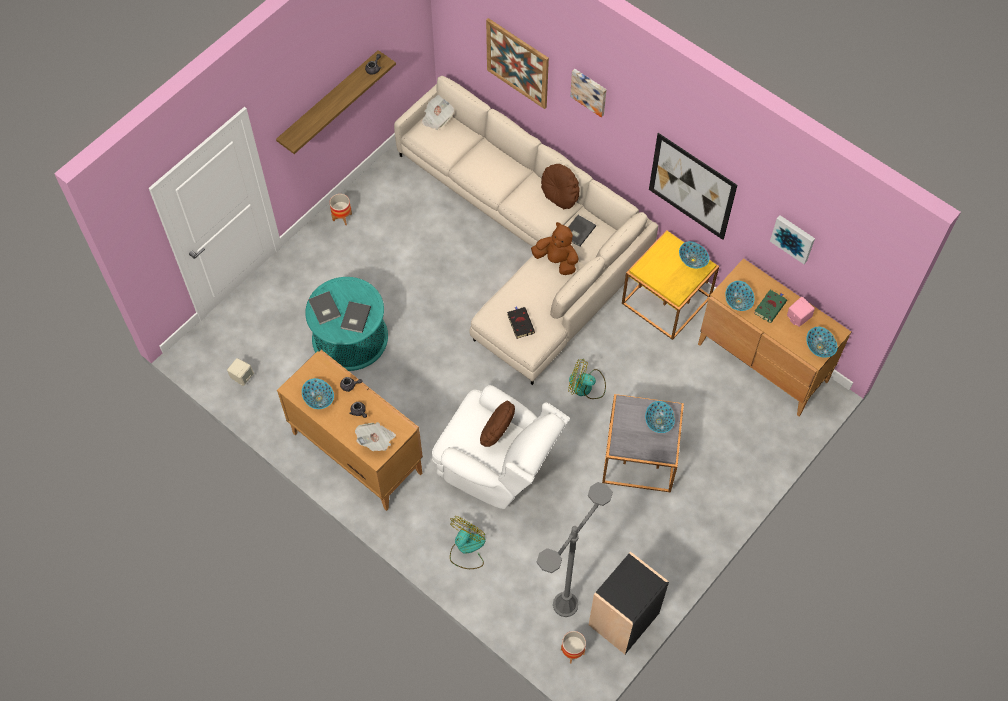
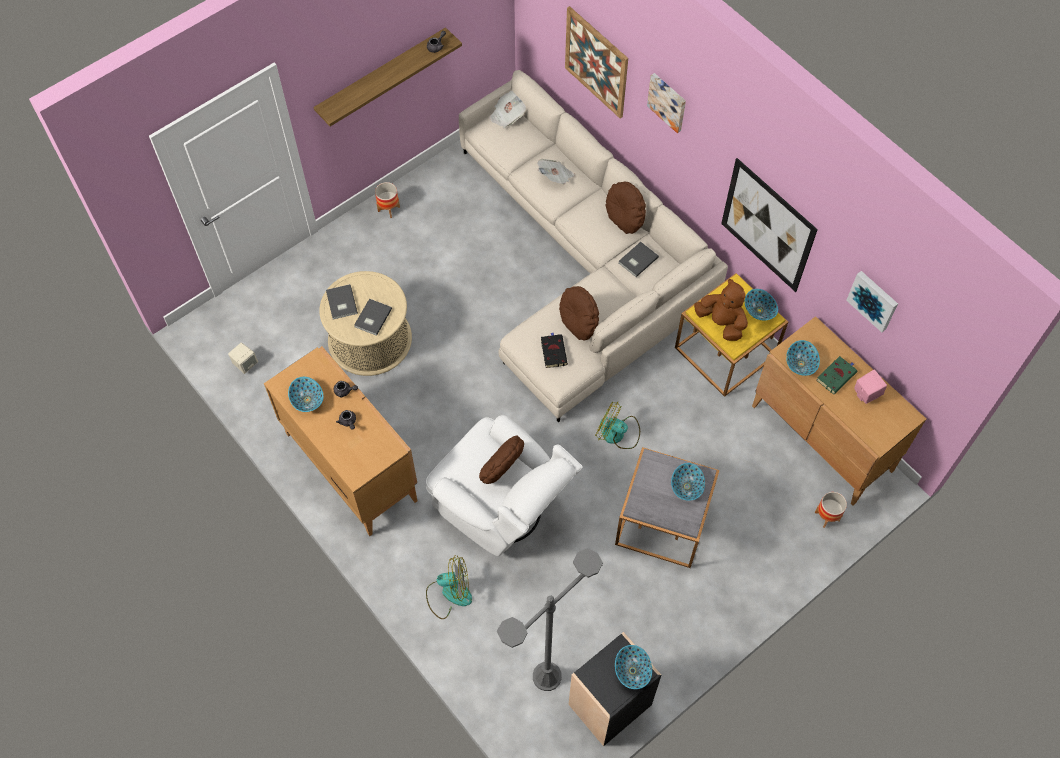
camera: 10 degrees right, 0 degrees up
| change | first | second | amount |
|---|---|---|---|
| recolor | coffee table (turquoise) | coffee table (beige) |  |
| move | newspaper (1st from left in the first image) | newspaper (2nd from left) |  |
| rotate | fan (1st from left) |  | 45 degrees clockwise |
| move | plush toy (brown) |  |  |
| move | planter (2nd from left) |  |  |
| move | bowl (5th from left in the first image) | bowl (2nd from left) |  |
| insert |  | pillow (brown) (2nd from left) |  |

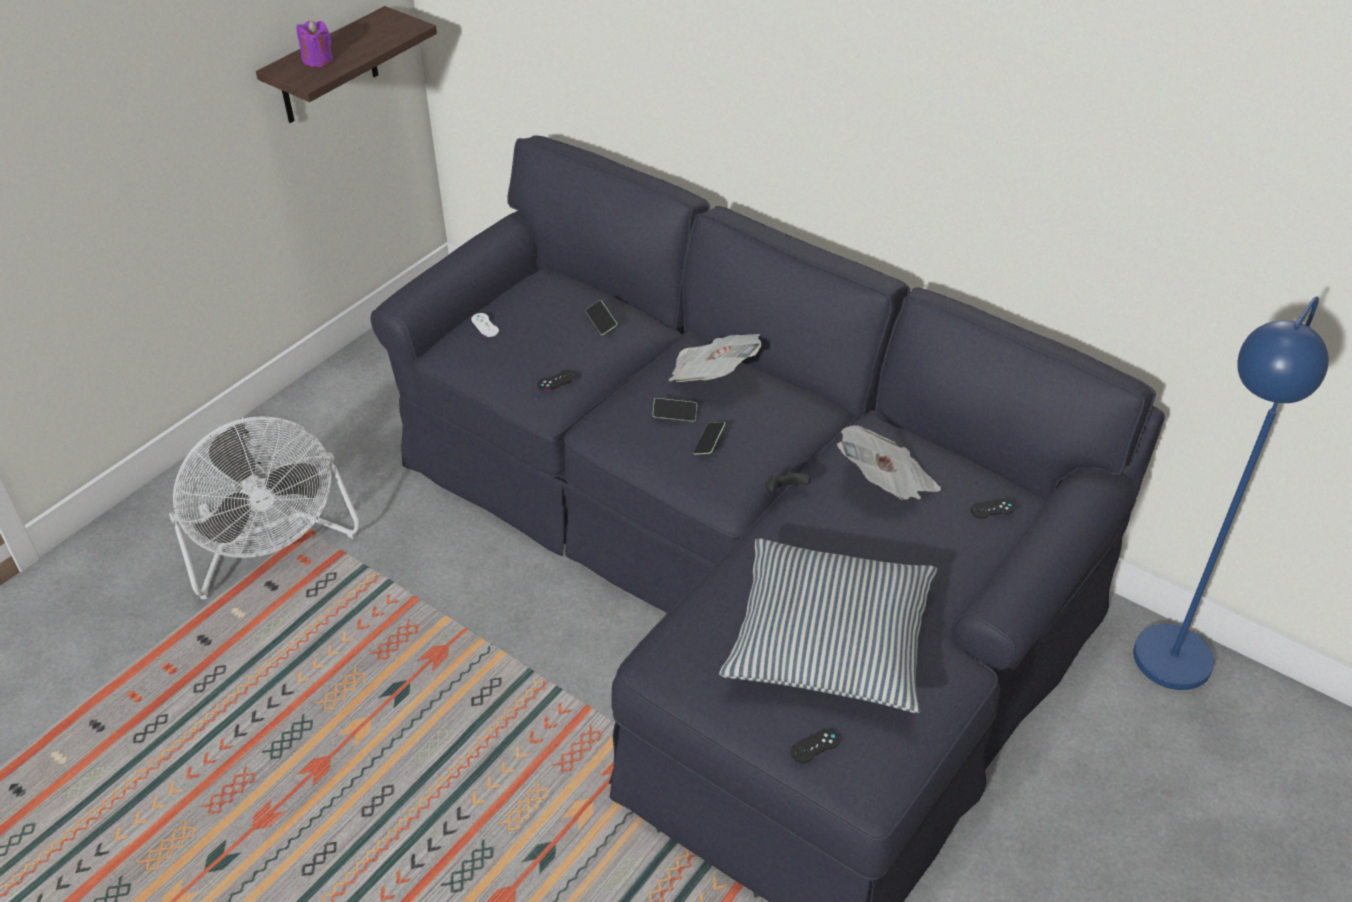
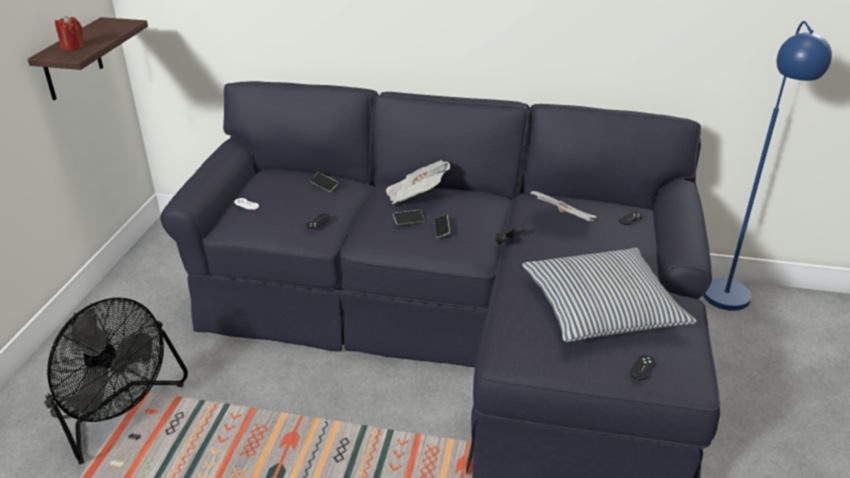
camera: 25 degrees left, 10 degrees down
| change | first | second | amount |
|---|---|---|---|
| recolor | fan (white) | fan (black) |  |
| recolor | candle (purple) | candle (red) |  |

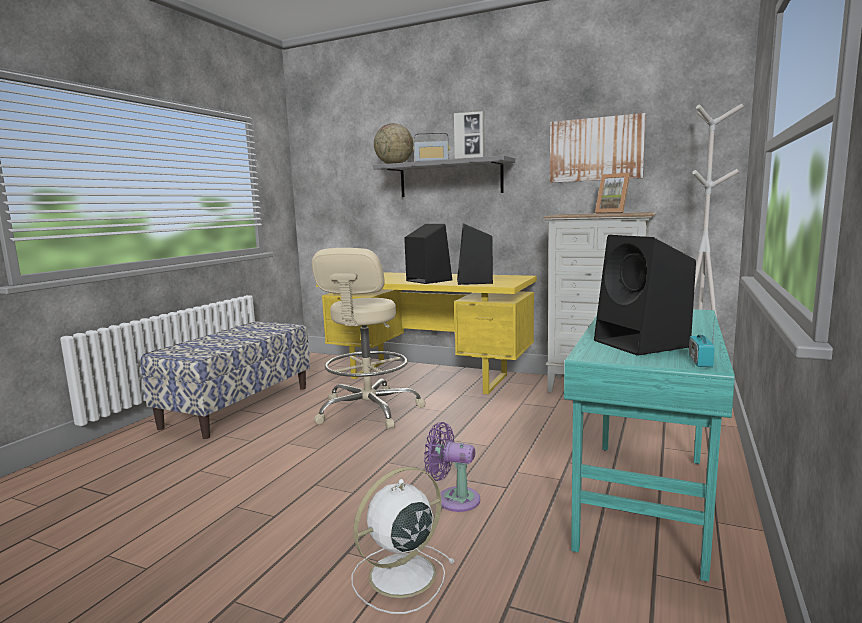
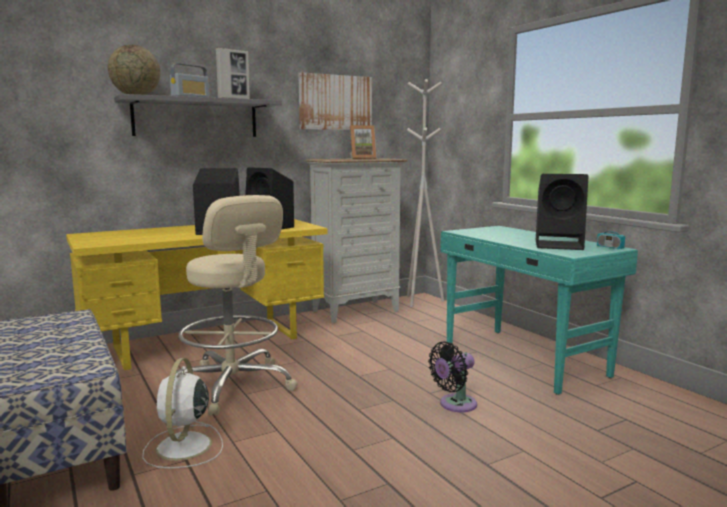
camera: 55 degrees left, 0 degrees up
| change | first | second | amount |
|---|---|---|---|
| move | fan (white) |  |  |
| recolor | fan (purple) | fan (black) |  |

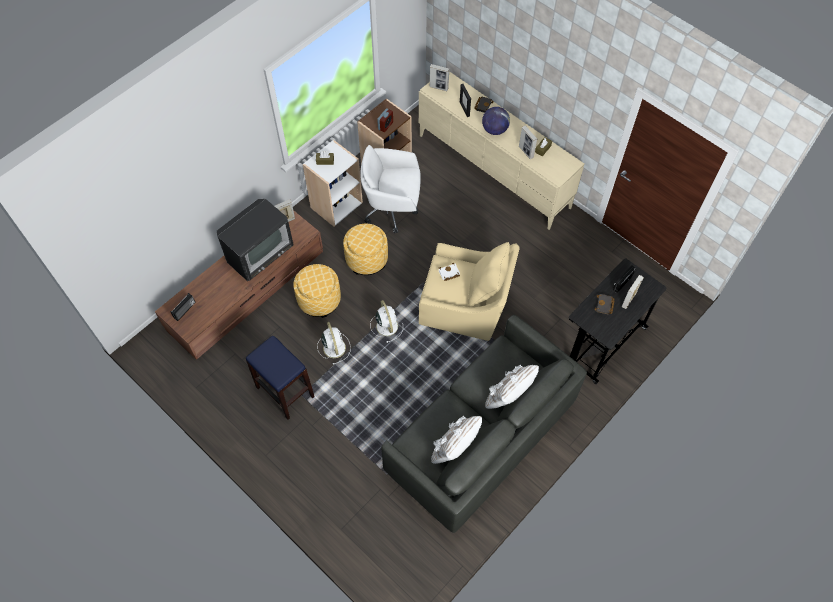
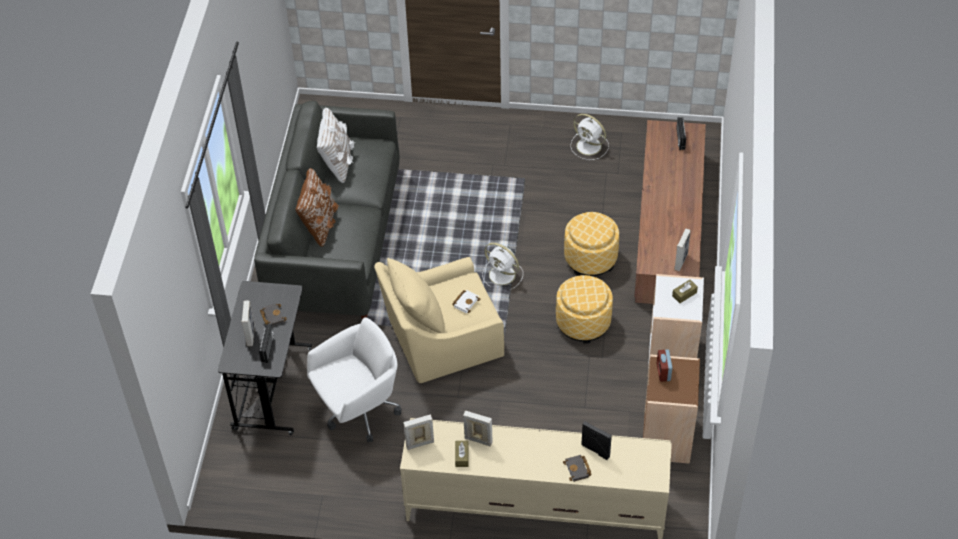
camera: 145 degrees right, 10 degrees down
| change | first | second | amount |
|---|---|---|---|
| delete | television |  |  |
| delete | stool |  |  |
| move | fan (white) (1st from left in the first image) | fan (white) (2nd from left) |  |
| move | office chair (white) |  |  |
| move | picture frame (2nd from left) |  |  |
| delete | globe |  |  |
| recolor | pillow (white) (2nd from left) | pillow (brown) |  |

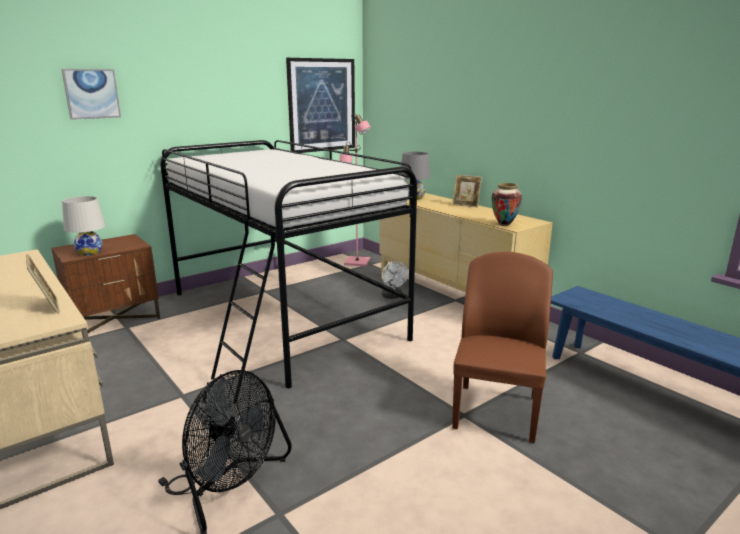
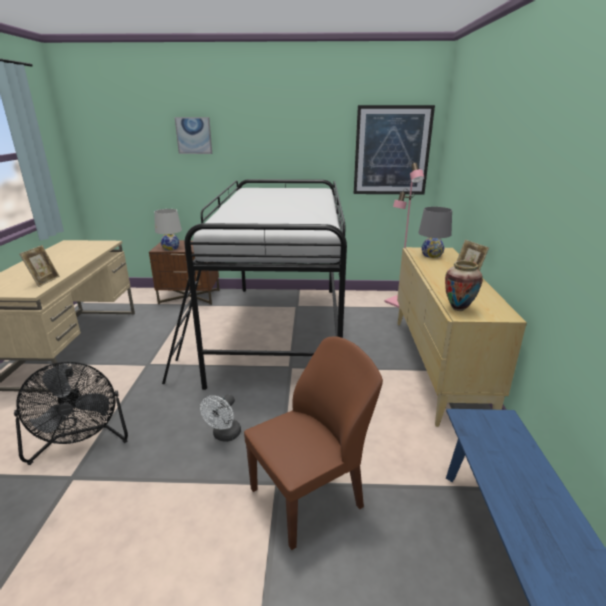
camera: 40 degrees right, 5 degrees up
| change | first | second | amount |
|---|---|---|---|
| move | fan (white) |  |  |

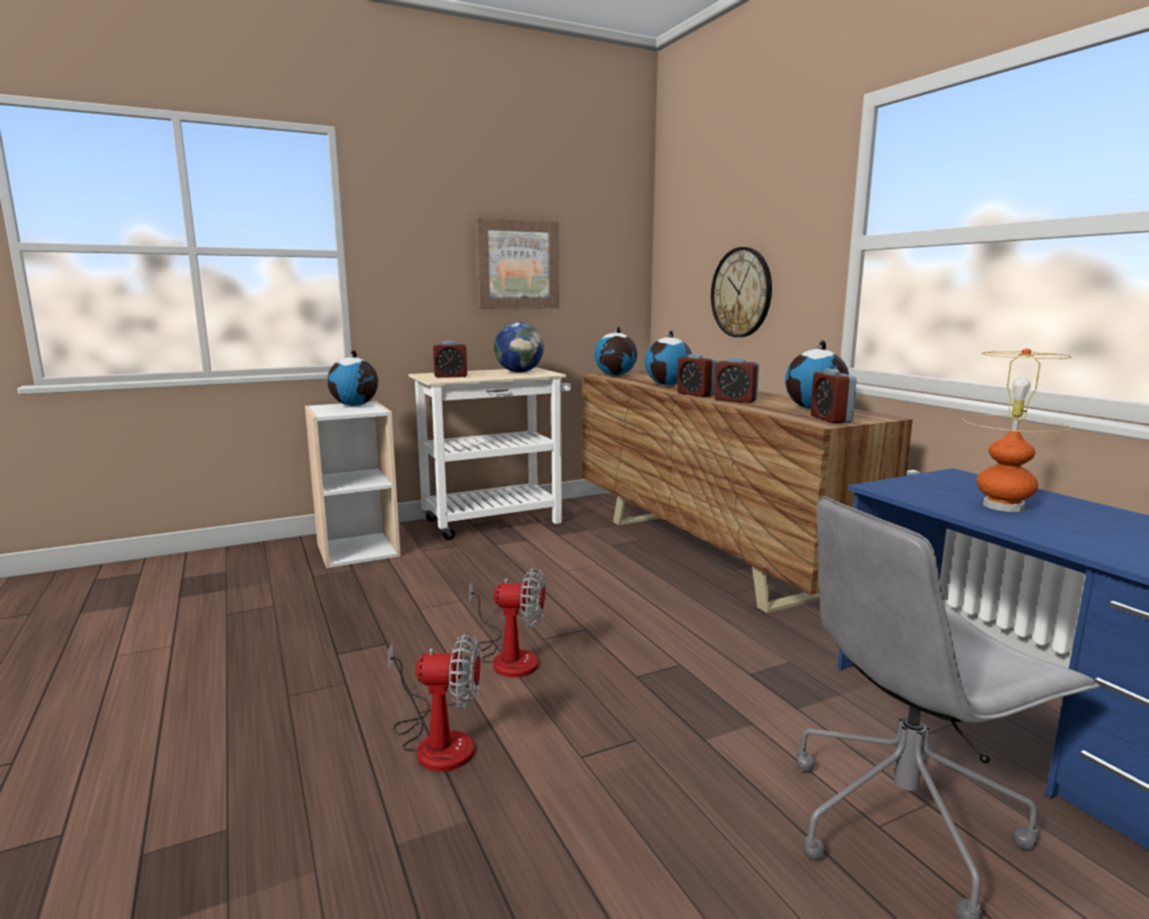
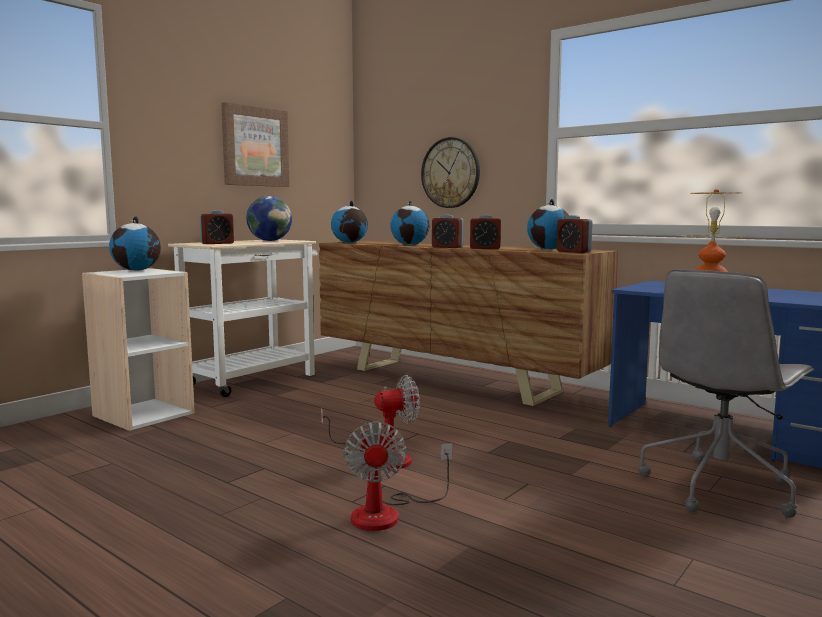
camera: 25 degrees left, 5 degrees down
| change | first | second | amount |
|---|---|---|---|
| rotate | fan (1st from left in the first image) | fan (2nd from left) | 105 degrees clockwise |

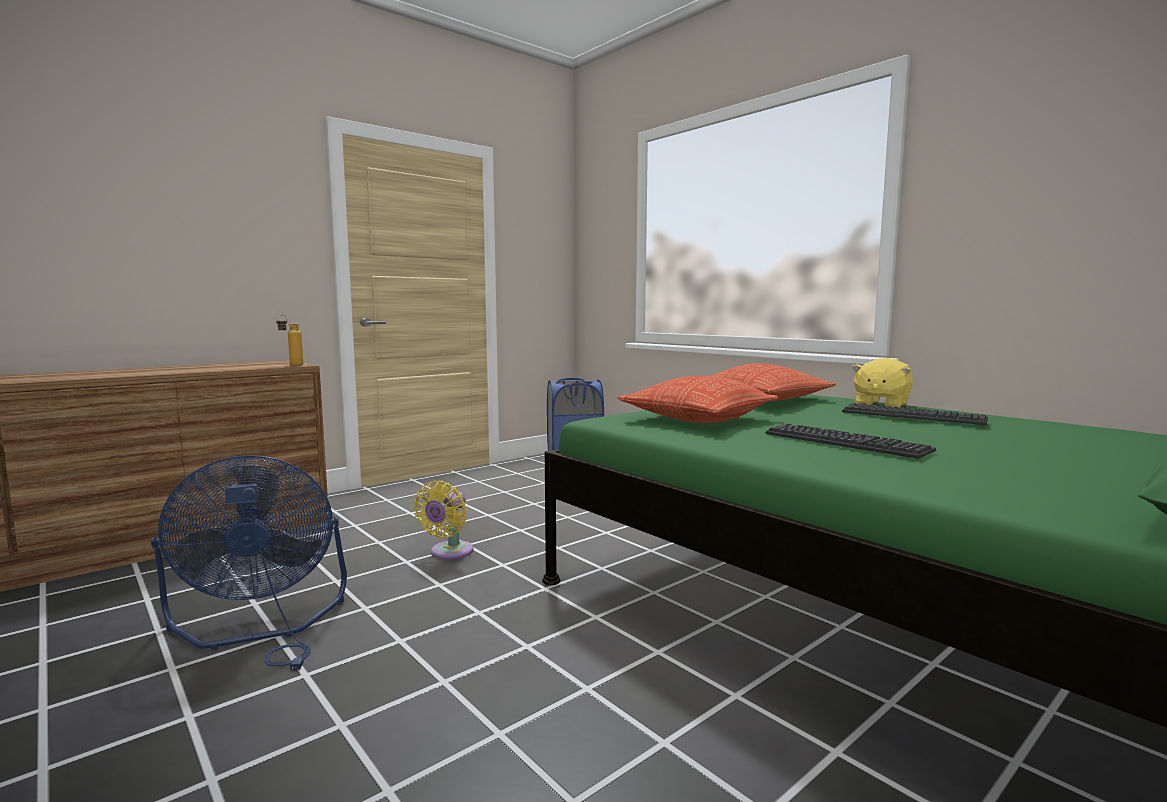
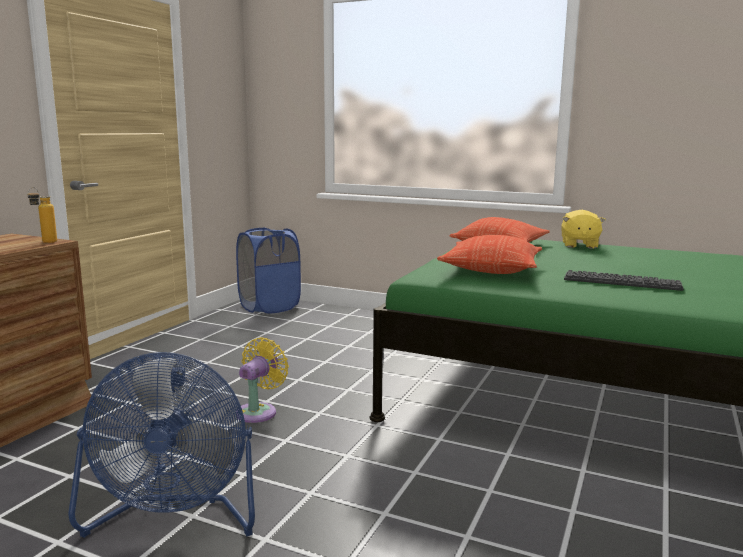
camera: 25 degrees left, 5 degrees up
| change | first | second | amount |
|---|---|---|---|
| rotate | fan (blue) |  | 135 degrees counterclockwise |
| rotate | fan (yellow) |  | 150 degrees counterclockwise |
| delete | keyboard (2nd from left) |  |  |

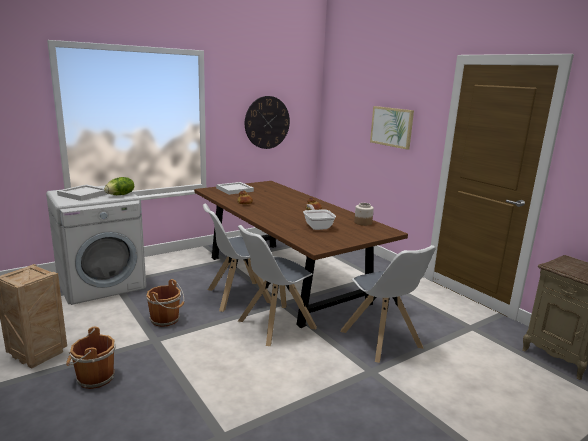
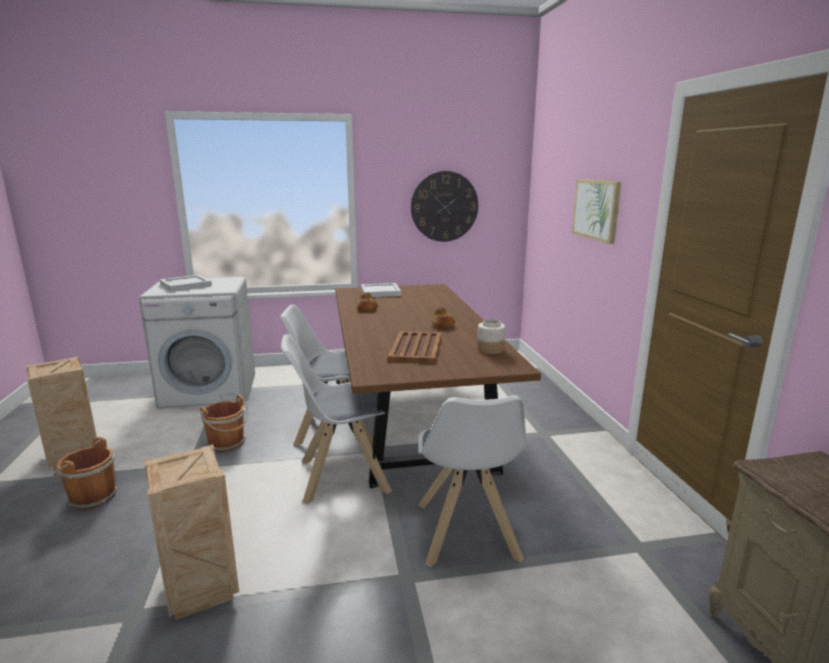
camera: 25 degrees right, 0 degrees up
| change | first | second | amount |
|---|---|---|---|
| delete | lettuce |  |  |
| replace | frying pan | tray (brown) |  |
| insert |  | crate (2nd from left) |  |

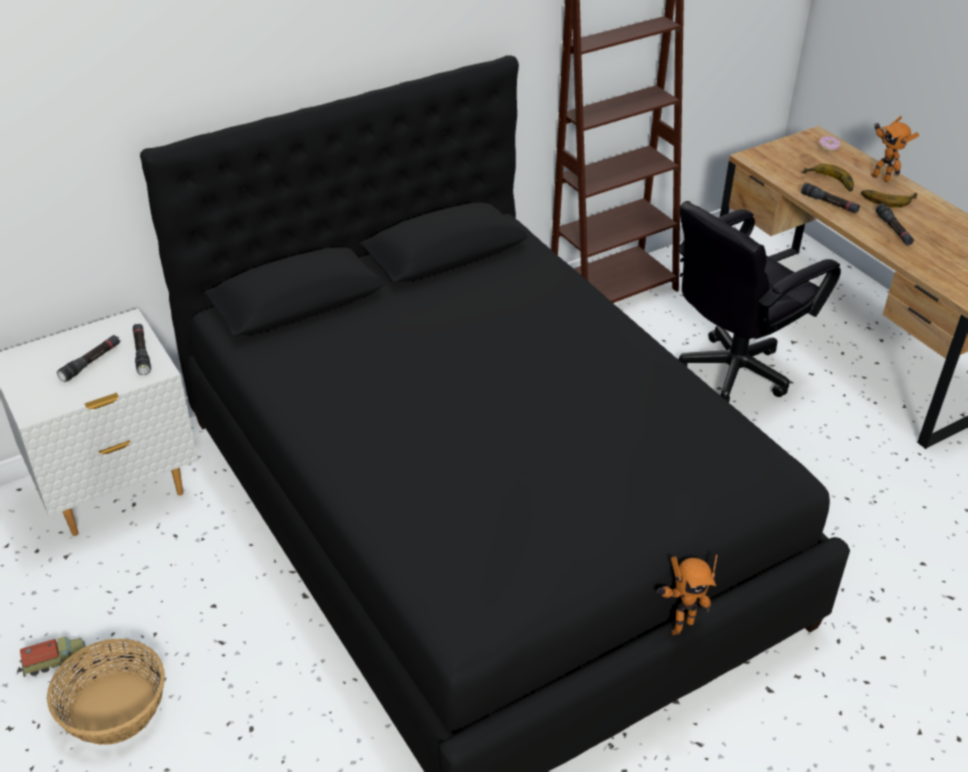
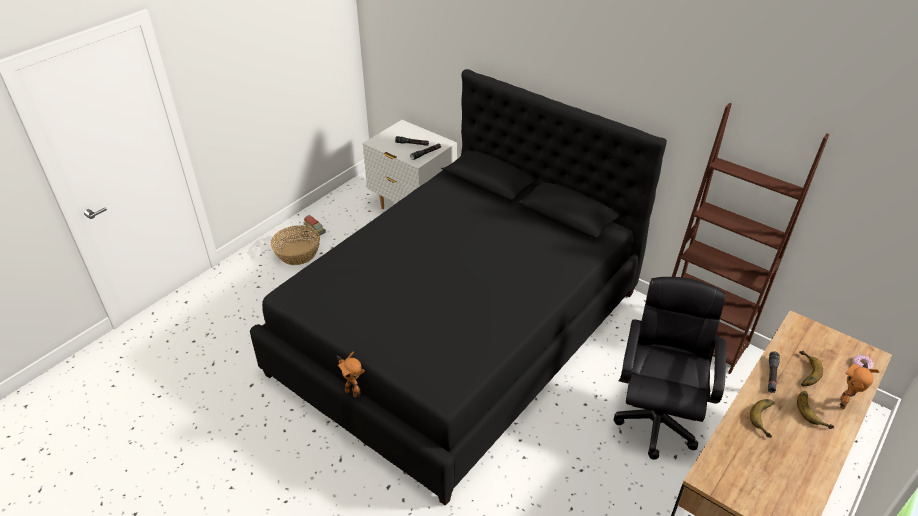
camera: 70 degrees right, 0 degrees up
| change | first | second | amount |
|---|---|---|---|
| rotate | office chair (black) |  | 75 degrees clockwise |
| replace | flashlight (black) (4th from left) | banana (1st from left) |  |

